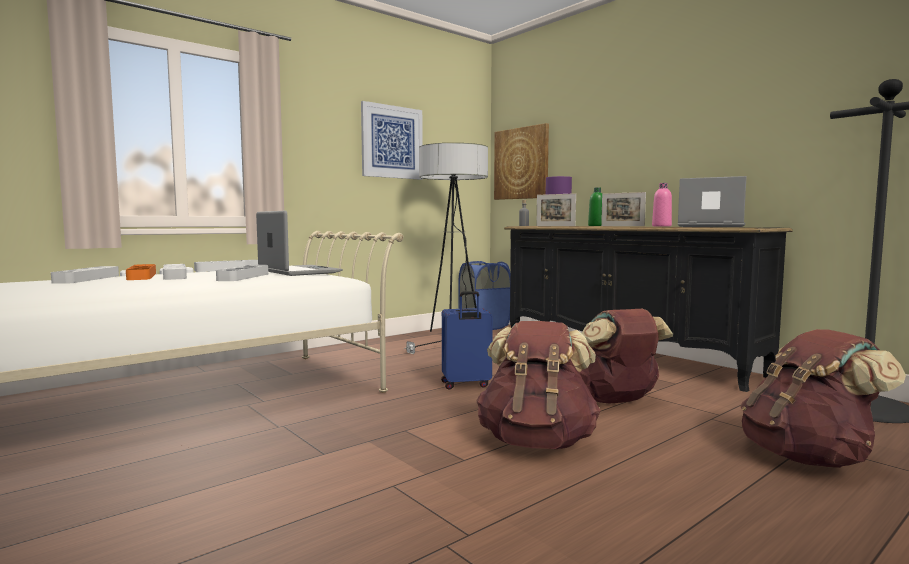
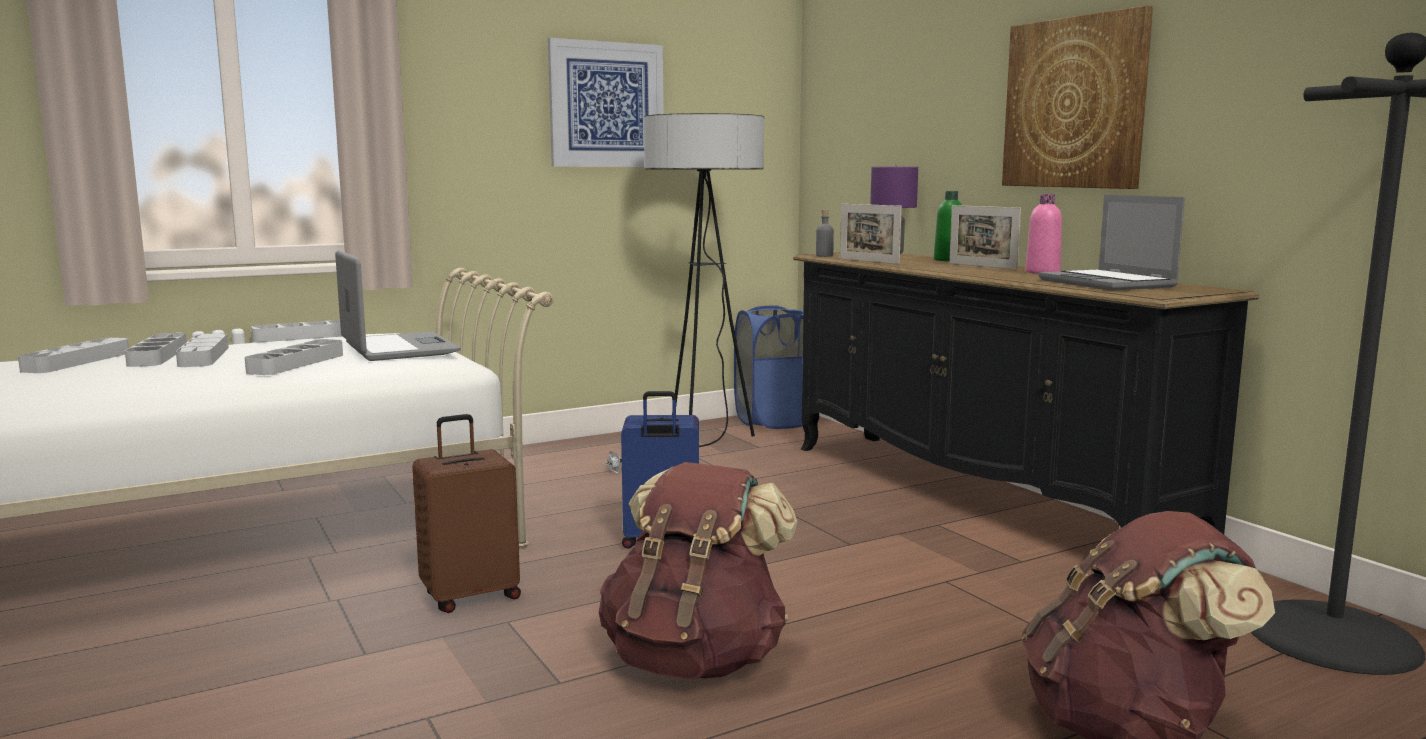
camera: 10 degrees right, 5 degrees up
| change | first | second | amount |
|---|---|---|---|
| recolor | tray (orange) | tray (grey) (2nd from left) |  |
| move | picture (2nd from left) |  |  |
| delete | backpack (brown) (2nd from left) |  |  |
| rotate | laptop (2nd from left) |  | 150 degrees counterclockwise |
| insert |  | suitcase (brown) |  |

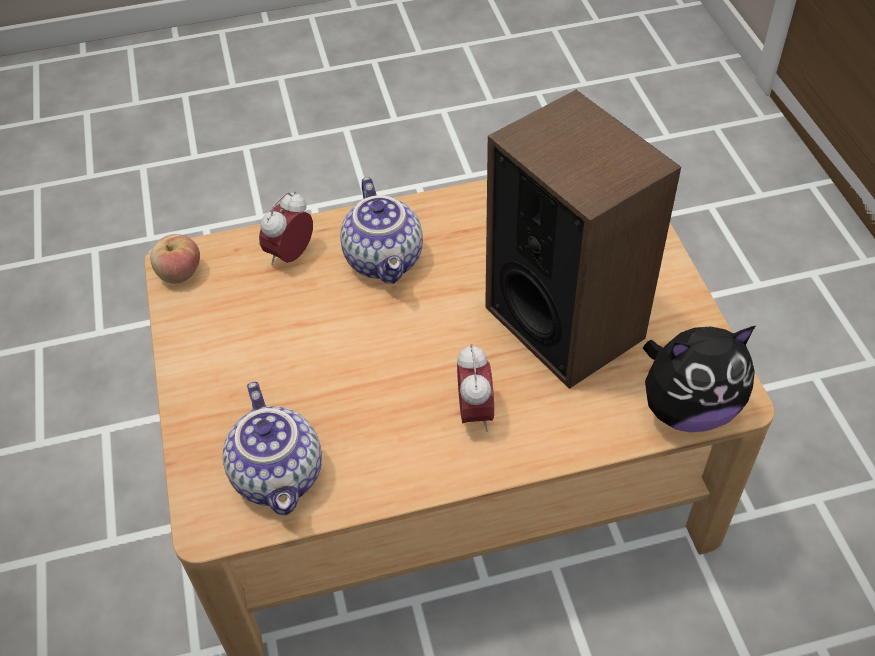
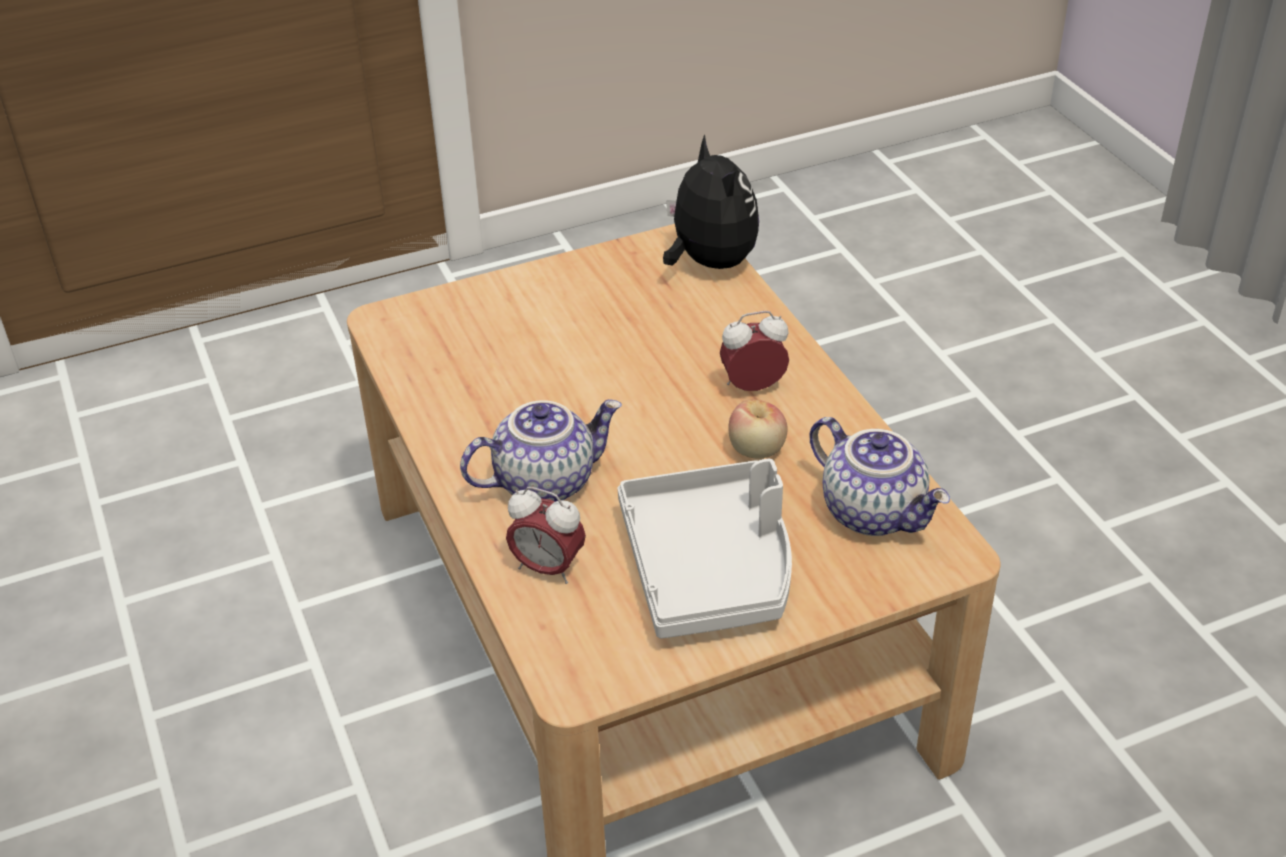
camera: 100 degrees left, 10 degrees down
| change | first | second | amount |
|---|---|---|---|
| move | apple |  |  |
| rotate | teapot (1st from left in the first image) | teapot (2nd from left) | 75 degrees clockwise |
| delete | speaker |  |  |
| insert |  | tray (grey) |  |

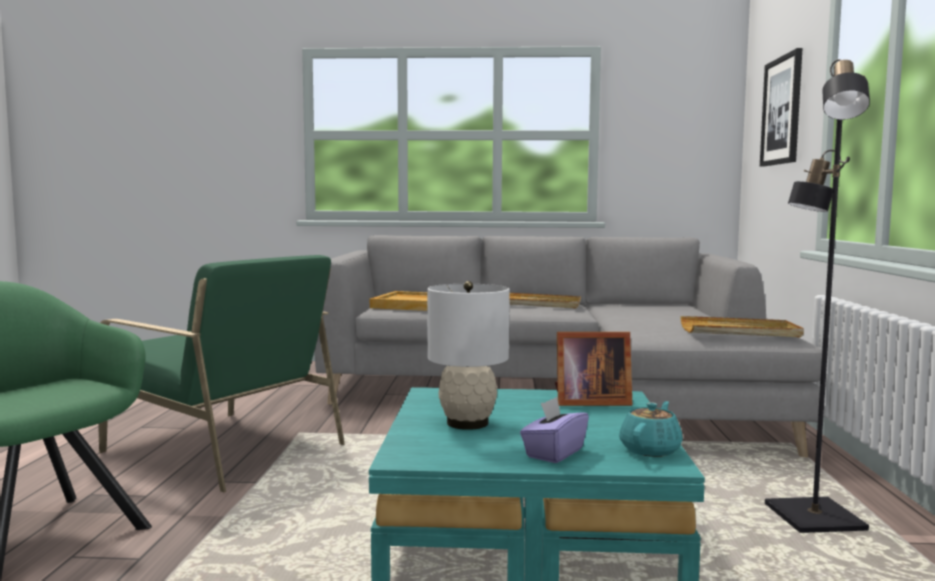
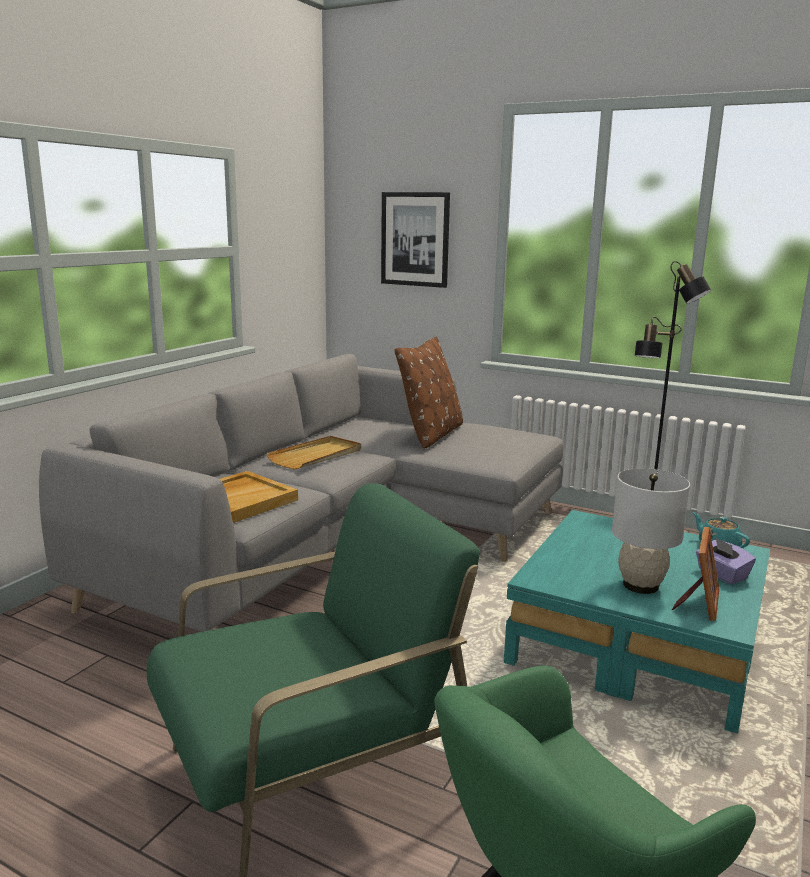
camera: 65 degrees left, 10 degrees up
| change | first | second | amount |
|---|---|---|---|
| move | picture frame |  |  |
| delete | tray (beige) (3rd from left) |  |  |
| insert |  | pillow (brown) |  |

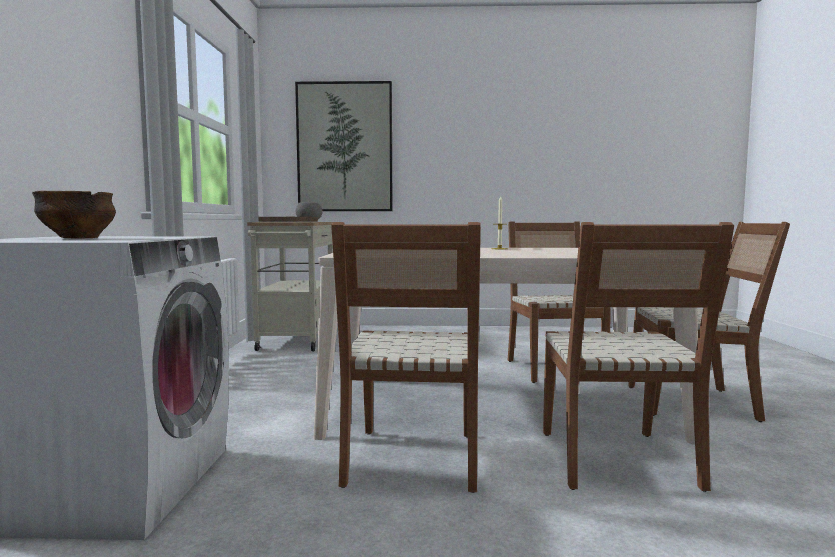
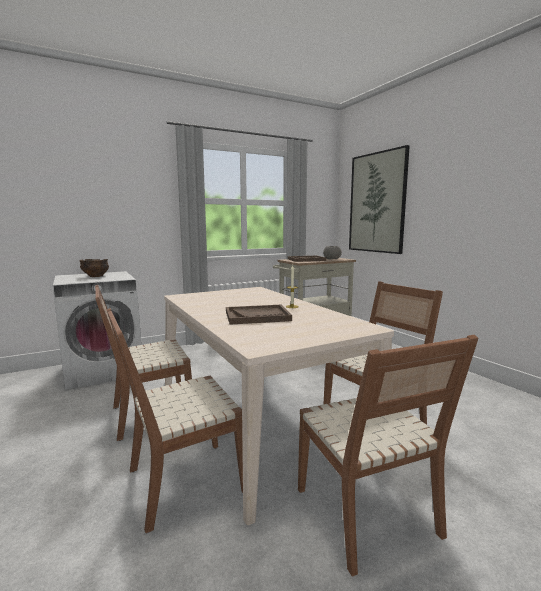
camera: 60 degrees right, 5 degrees up
| change | first | second | amount |
|---|---|---|---|
| insert |  | tray (brown) (1st from left) |  |

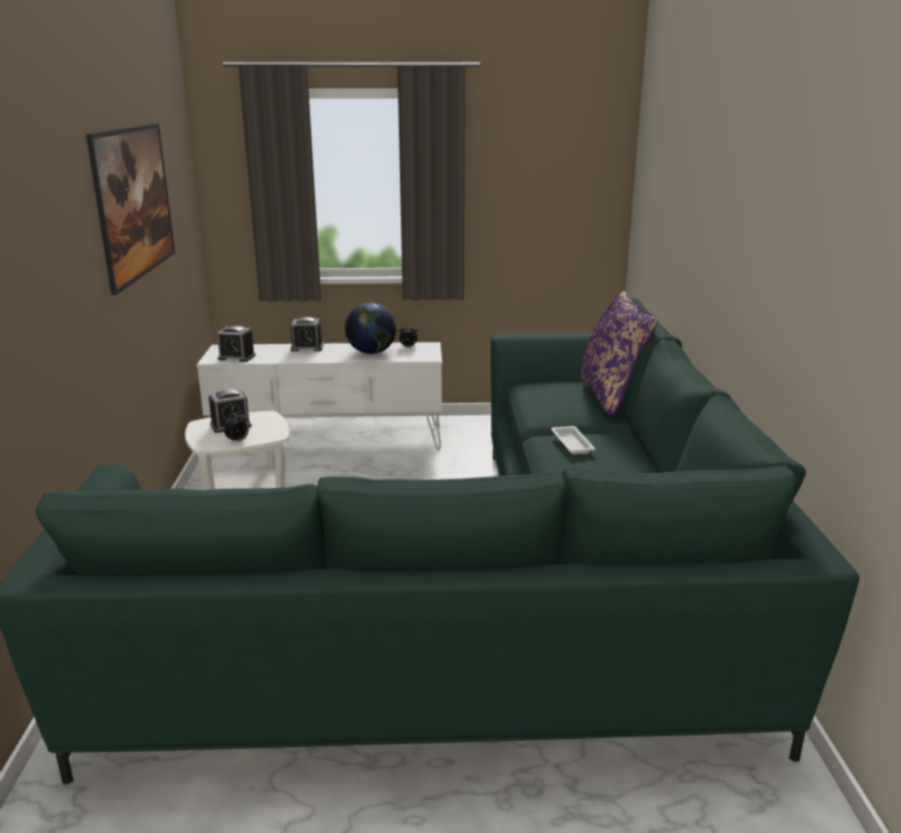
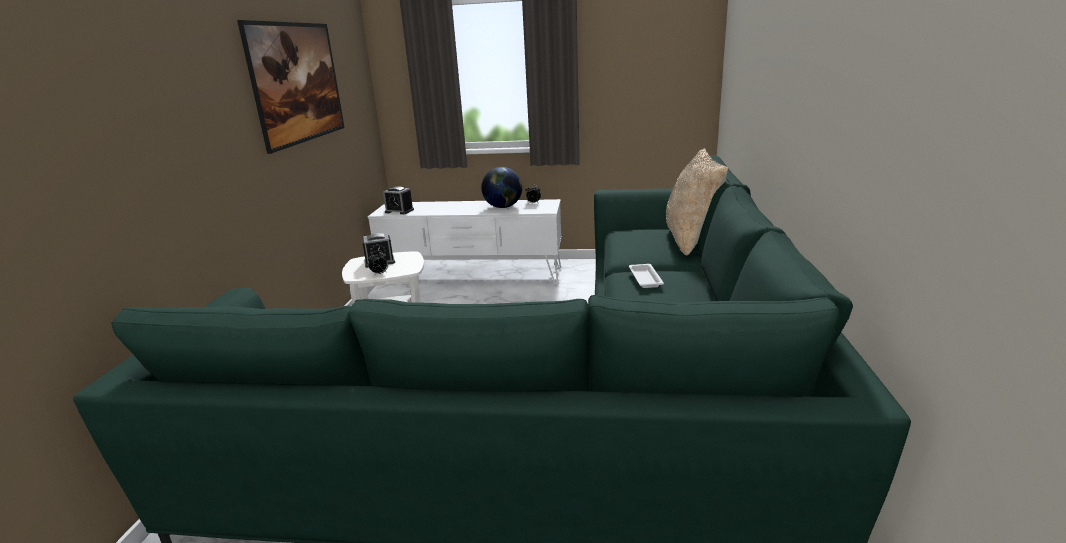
camera: 10 degrees right, 0 degrees up
| change | first | second | amount |
|---|---|---|---|
| delete | alarm clock (4th from left) |  |  |
| recolor | pillow (purple) | pillow (beige) |  |

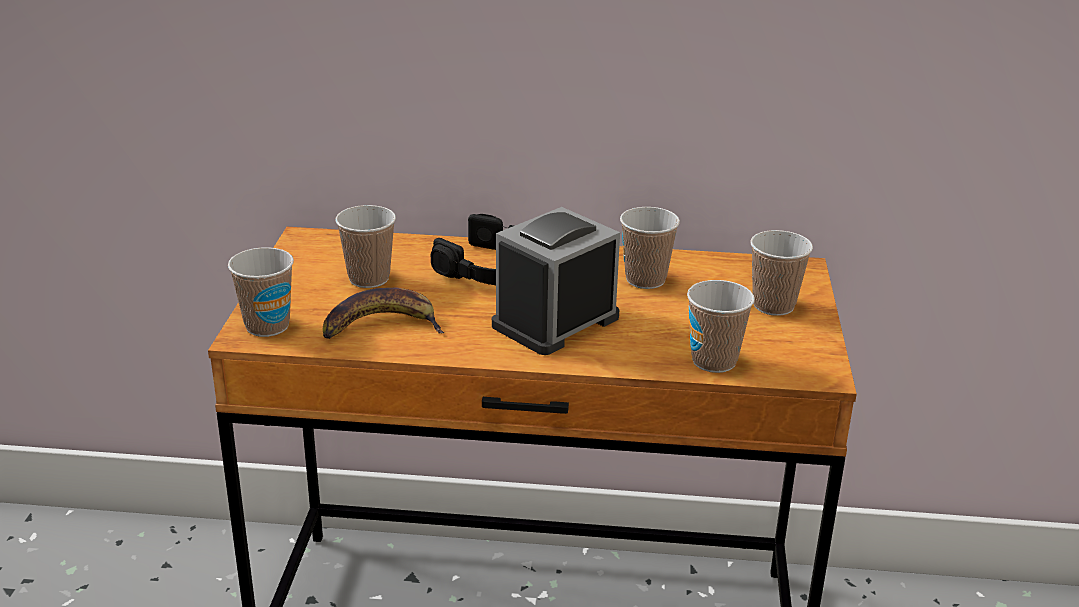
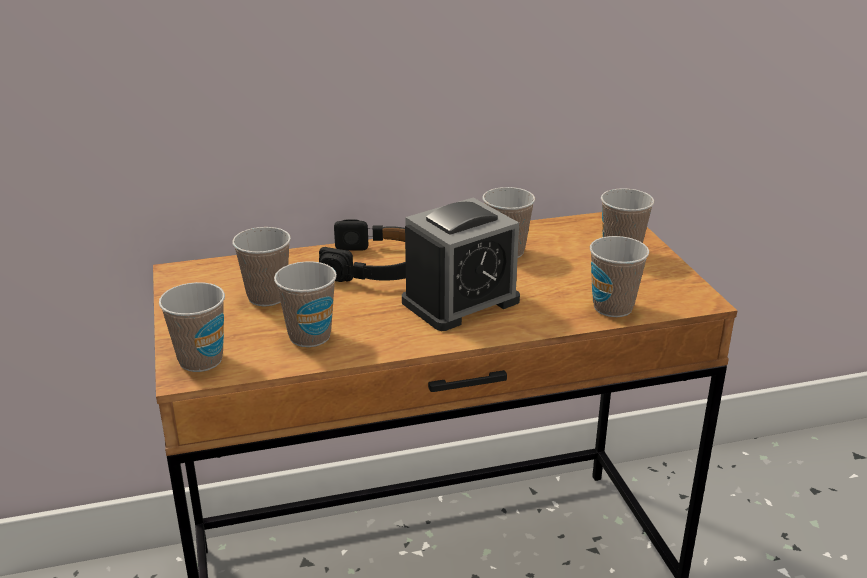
camera: 20 degrees left, 0 degrees up
| change | first | second | amount |
|---|---|---|---|
| replace | banana | cup (3rd from left) |  |
| rotate | alarm clock |  | 150 degrees counterclockwise |

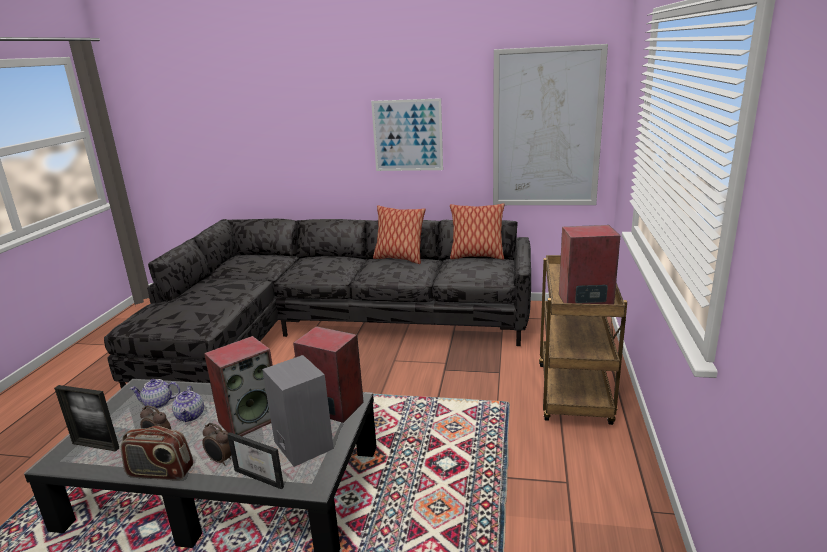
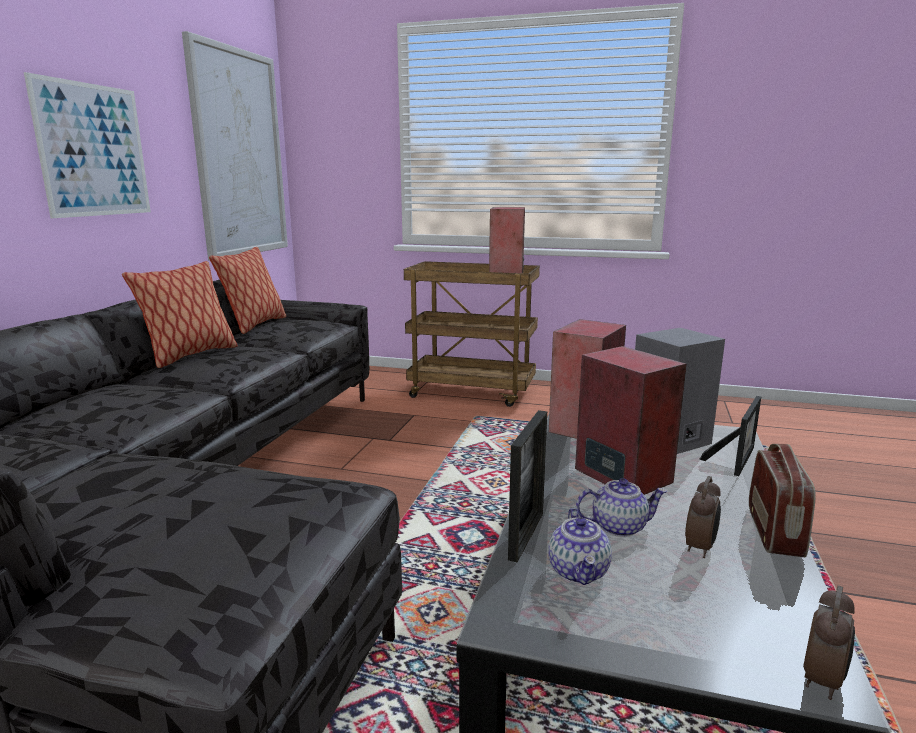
camera: 85 degrees left, 5 degrees down
| change | first | second | amount |
|---|---|---|---|
| move | picture frame (1st from left) |  |  |
| move | alarm clock (2nd from left) |  |  |

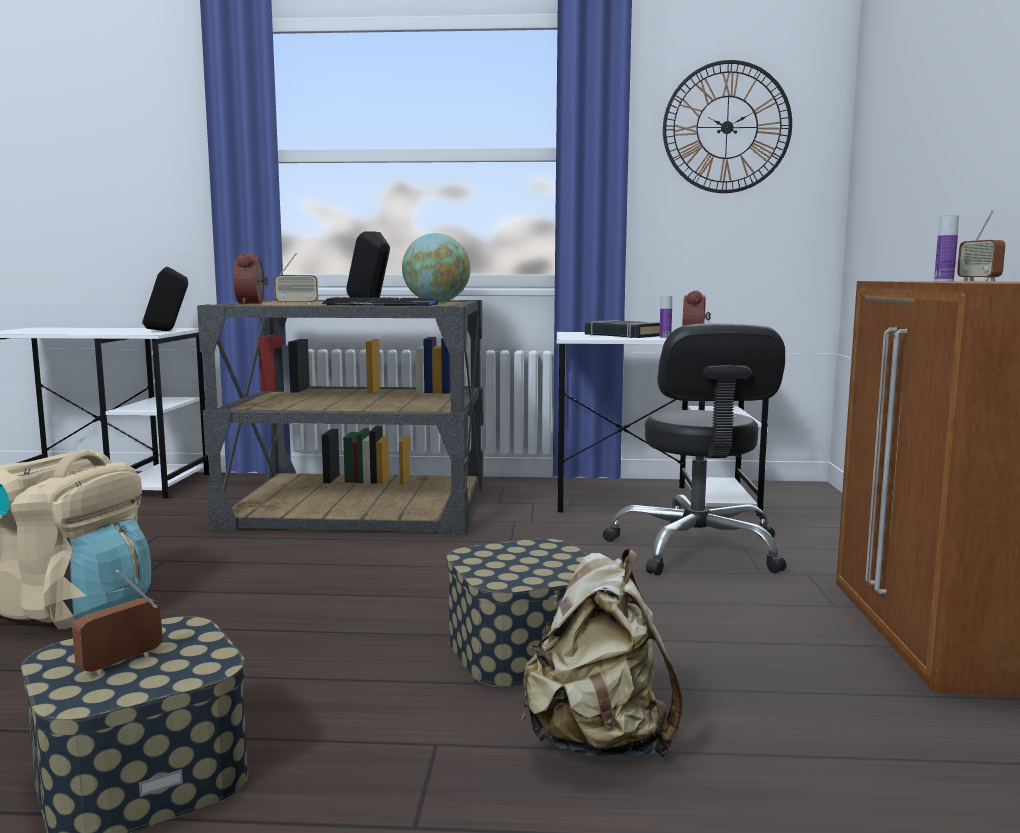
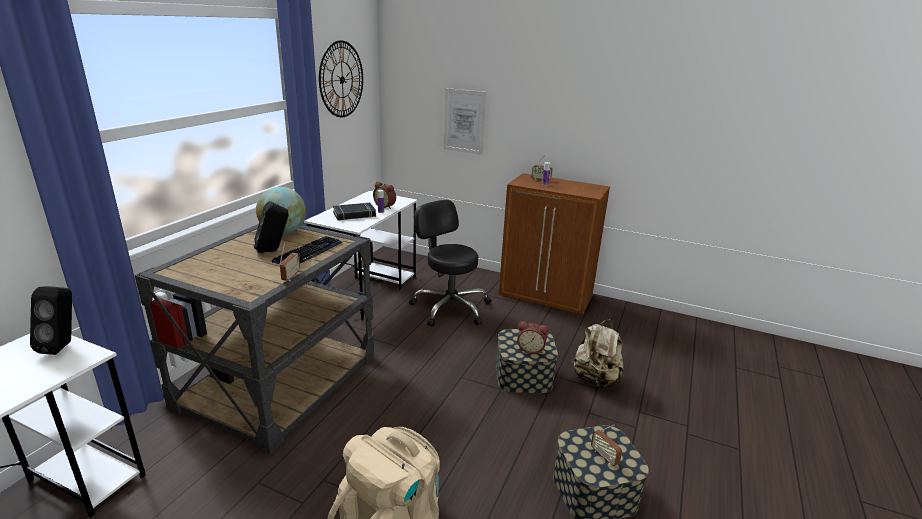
camera: 70 degrees left, 15 degrees up
| change | first | second | amount |
|---|---|---|---|
| move | alarm clock (1st from left in the first image) | alarm clock (2nd from left) |  |
| rotate | office chair (black) |  | 150 degrees counterclockwise |
| insert |  | picture |  |

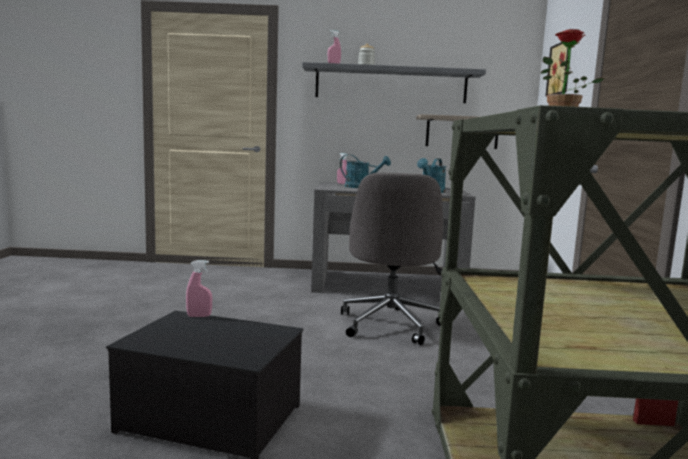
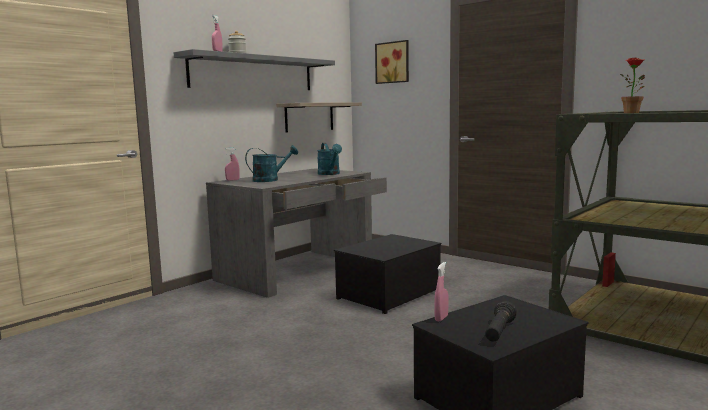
camera: 50 degrees left, 0 degrees up
| change | first | second | amount |
|---|---|---|---|
| replace | office chair (grey) | storage box (1st from left) |  |
| insert |  | flashlight (black) |  |

